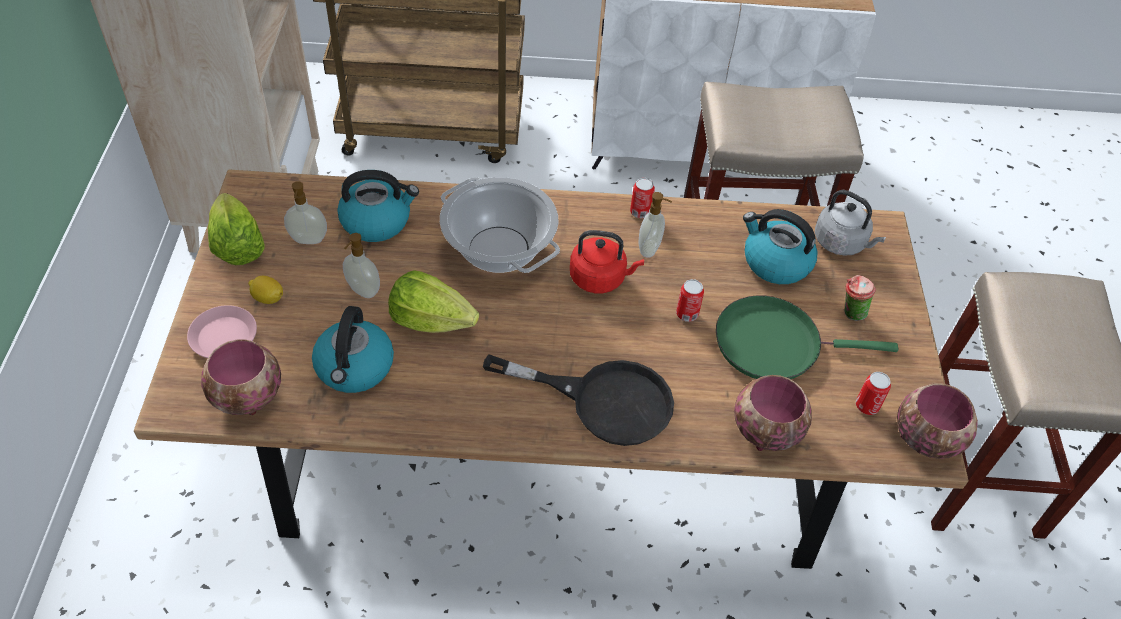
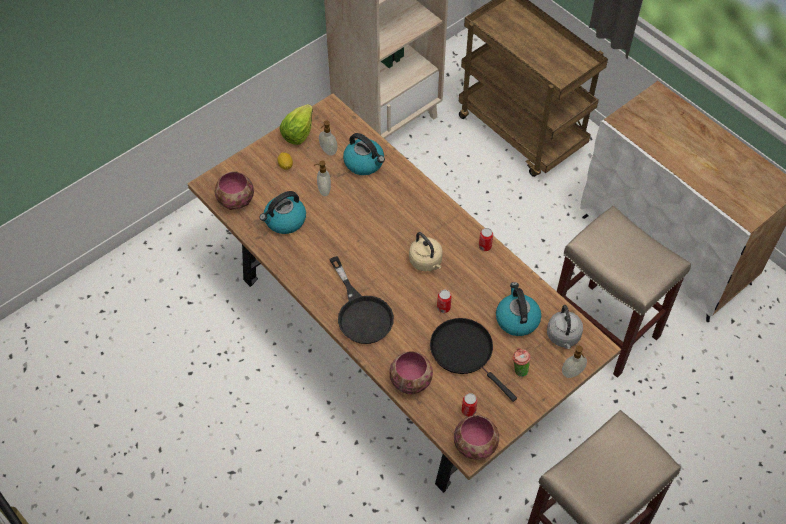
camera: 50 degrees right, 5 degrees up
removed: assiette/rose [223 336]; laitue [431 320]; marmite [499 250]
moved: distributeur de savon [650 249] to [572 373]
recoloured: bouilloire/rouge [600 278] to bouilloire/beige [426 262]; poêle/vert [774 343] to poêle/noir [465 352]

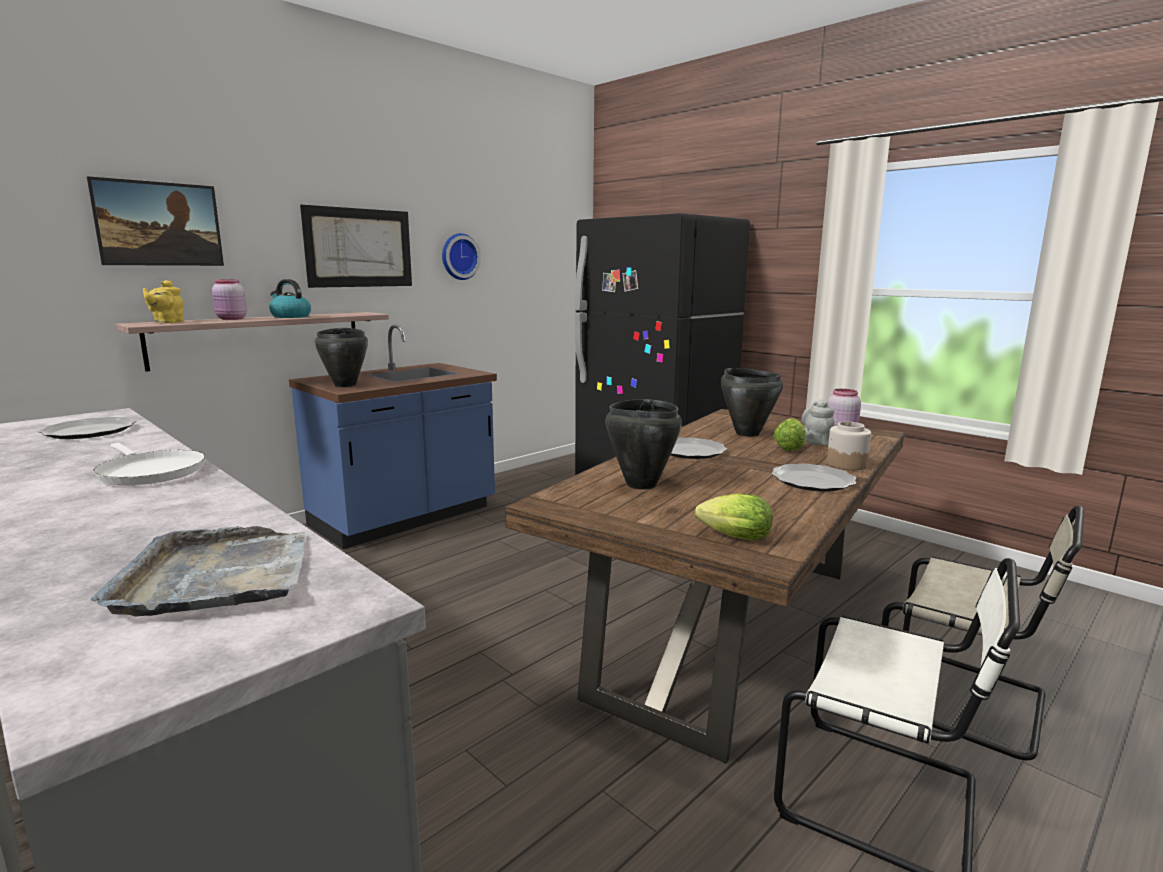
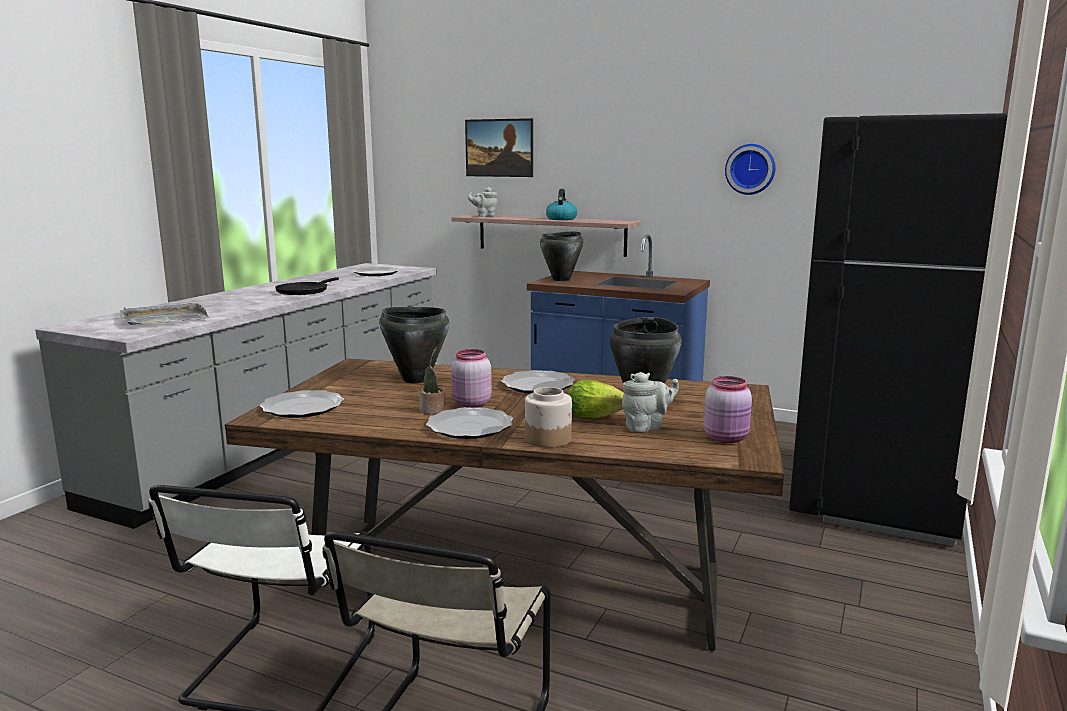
camera: 70 degrees right, 0 degrees up
removed: tableau [359 248]
added: plante en pot [432 411]
moved: bocal/rose [231 319] to [470 404]
replaced: laitue [731 537] to assiette [302 407]
recoloured: poêle/blanc [149 472] to poêle/noir [304 291]; théière/jaune [167 322] to théière/gris [484 216]

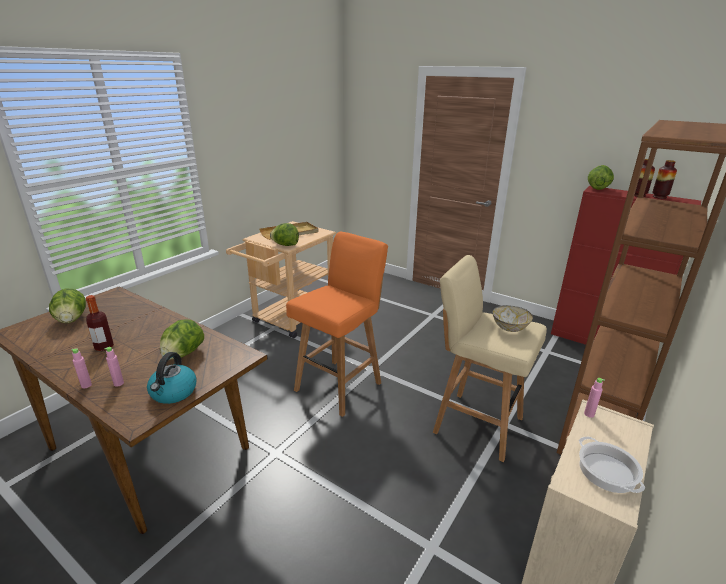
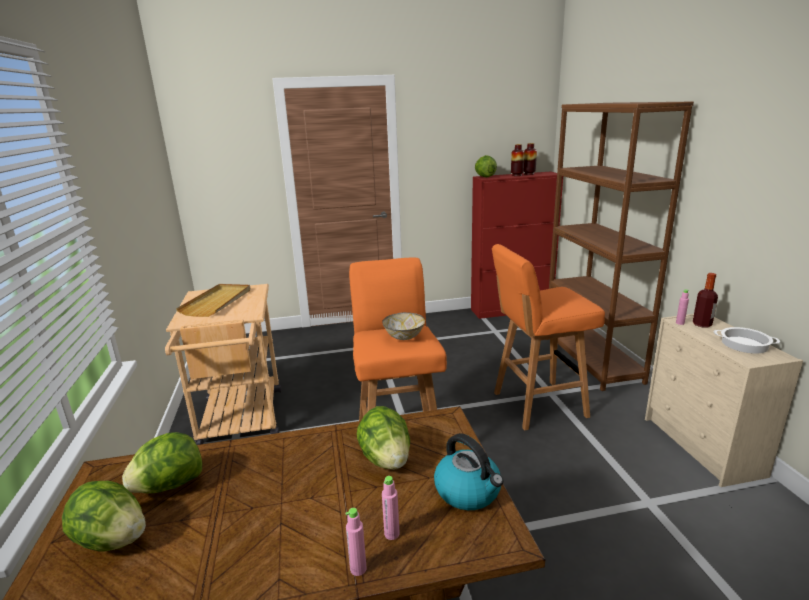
camera: 45 degrees left, 5 degrees down
moved: bouteille [104 347] to [702 324]; laitue [285 245] to [169 486]; bol [509 328] to [404 337]
recoloured: tabouret/beige [476 424] to tabouret/orange [537 405]

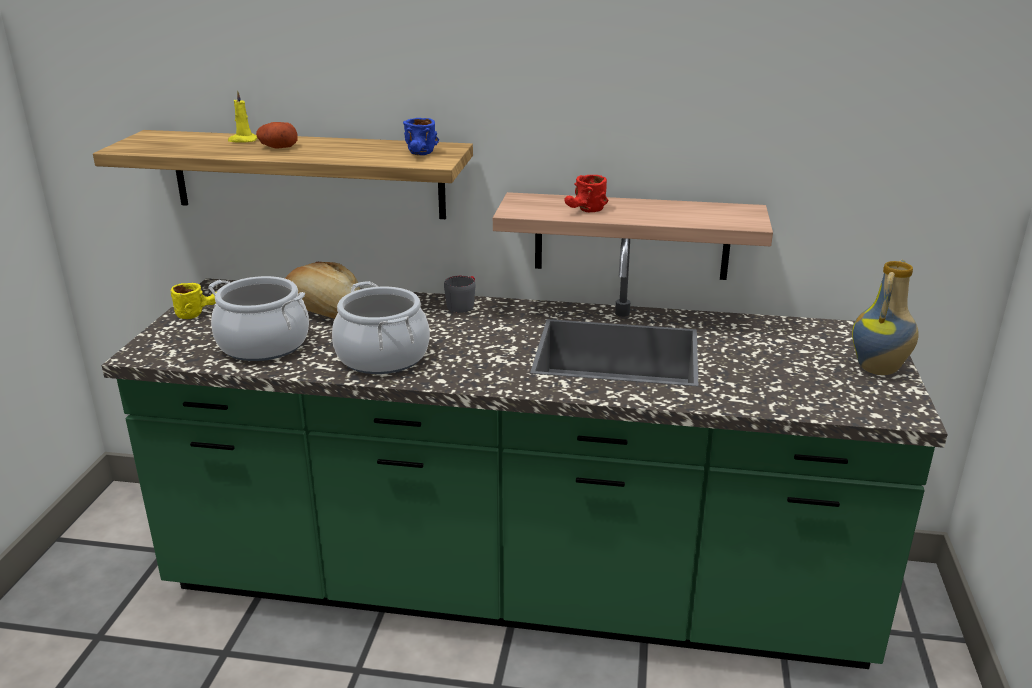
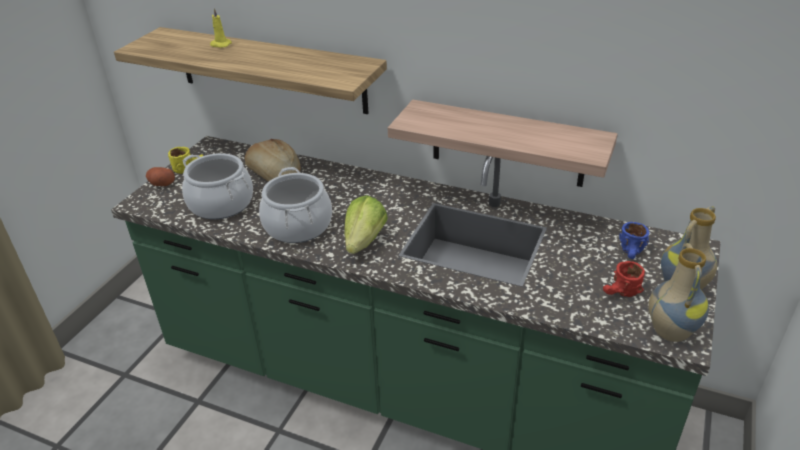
camera: 15 degrees right, 10 degrees up
removed: mug/gris [463 304]
added: laitue [364 241]; vase [668 332]
moved: pomme de terre [277 147] to [161 183]; mug/bleu [421 155] to [632 254]; mug/rouge [585 211] to [621 294]

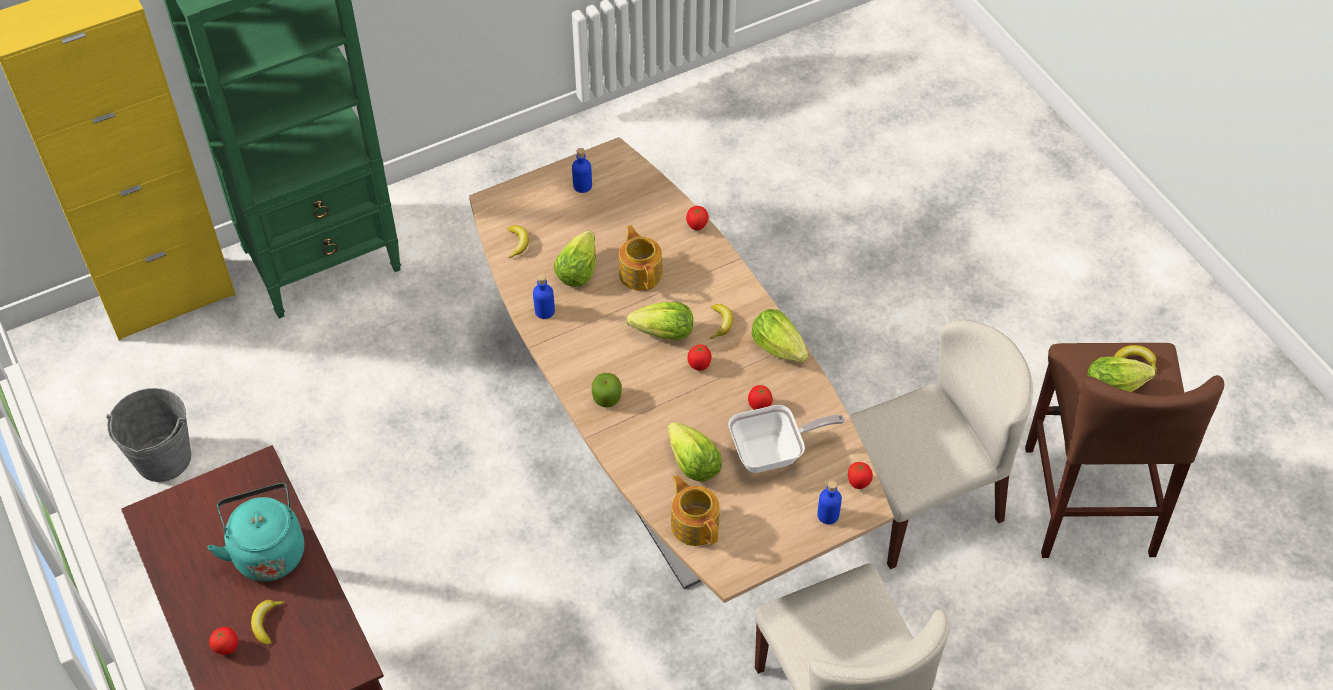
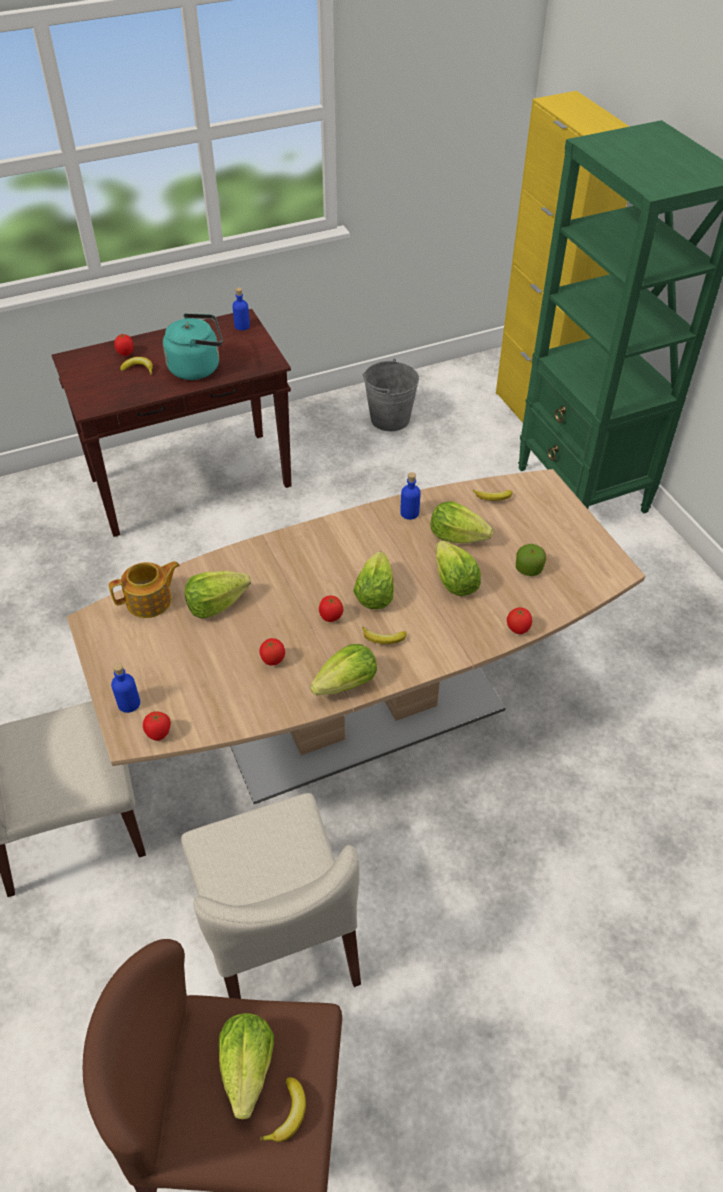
camera: 95 degrees right, 5 degrees down
removed: poêle [773 453]
moved: bouteille/bleu [582 186] to [242 326]; pomme [607 398] to [528 569]
replaced: théière [640 273] to laitue [454 581]

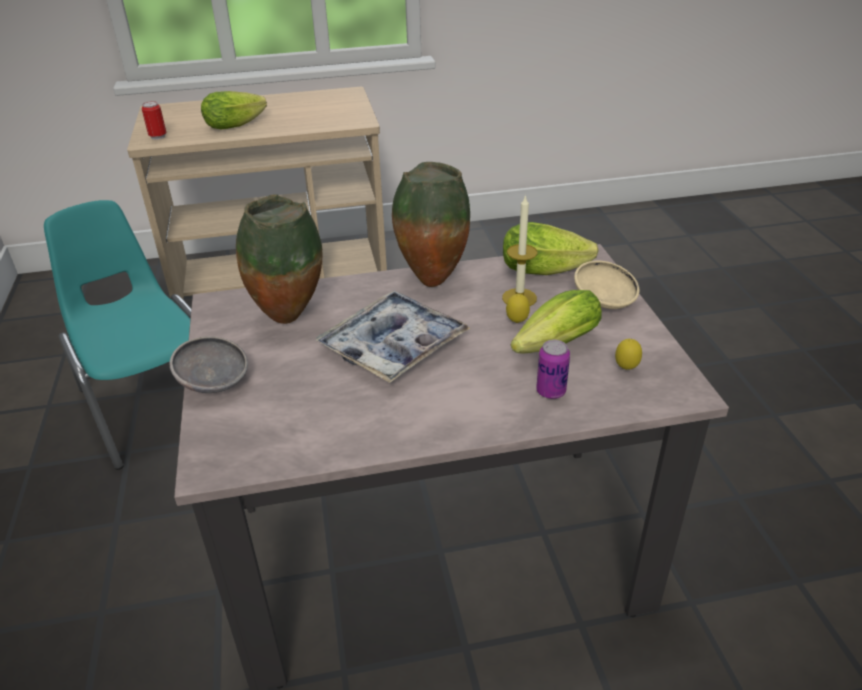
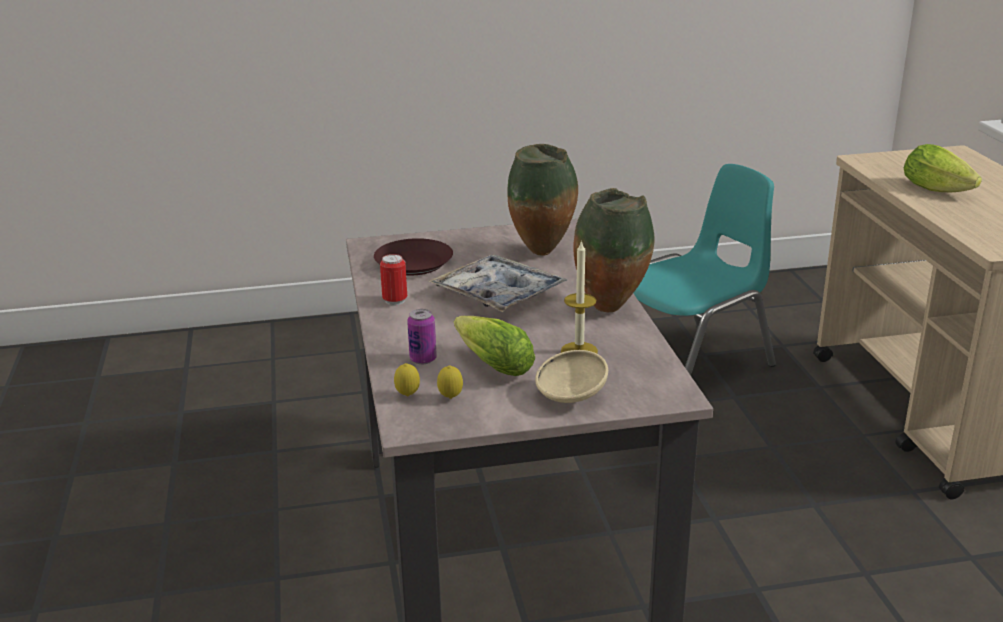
camera: 90 degrees right, 10 degrees down
removed: bol/gris [215 384]; laitue [548 269]
added: assiette/marron [413 264]
moved: boîte métallique [158 137] to [395 301]; citron [517 322] to [407 396]

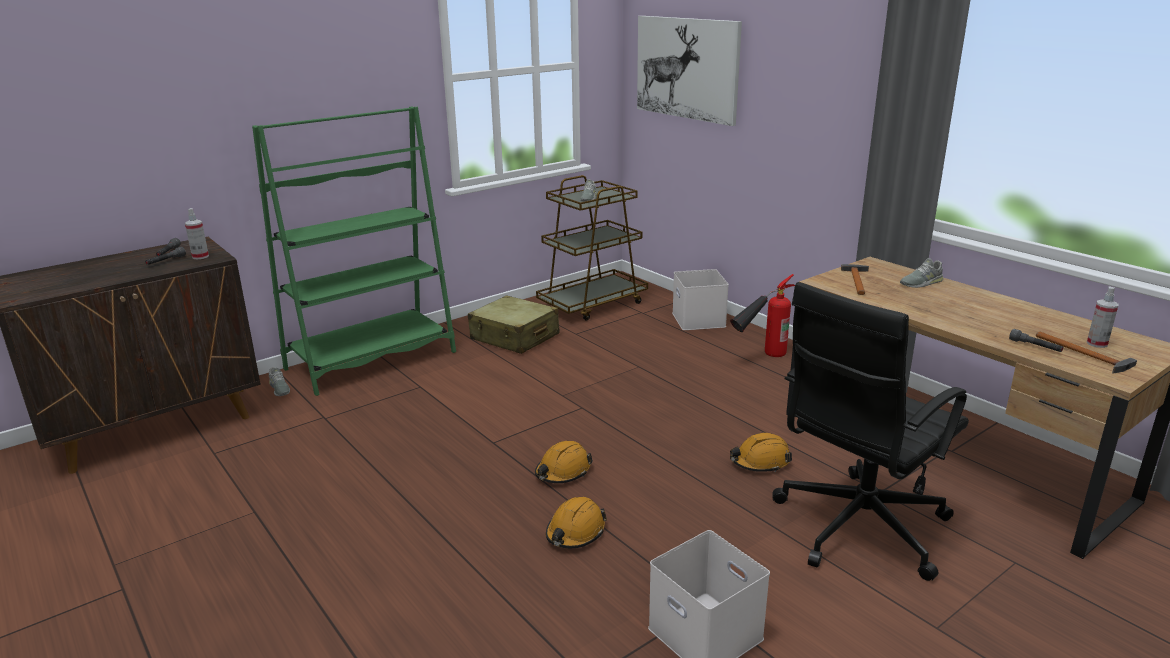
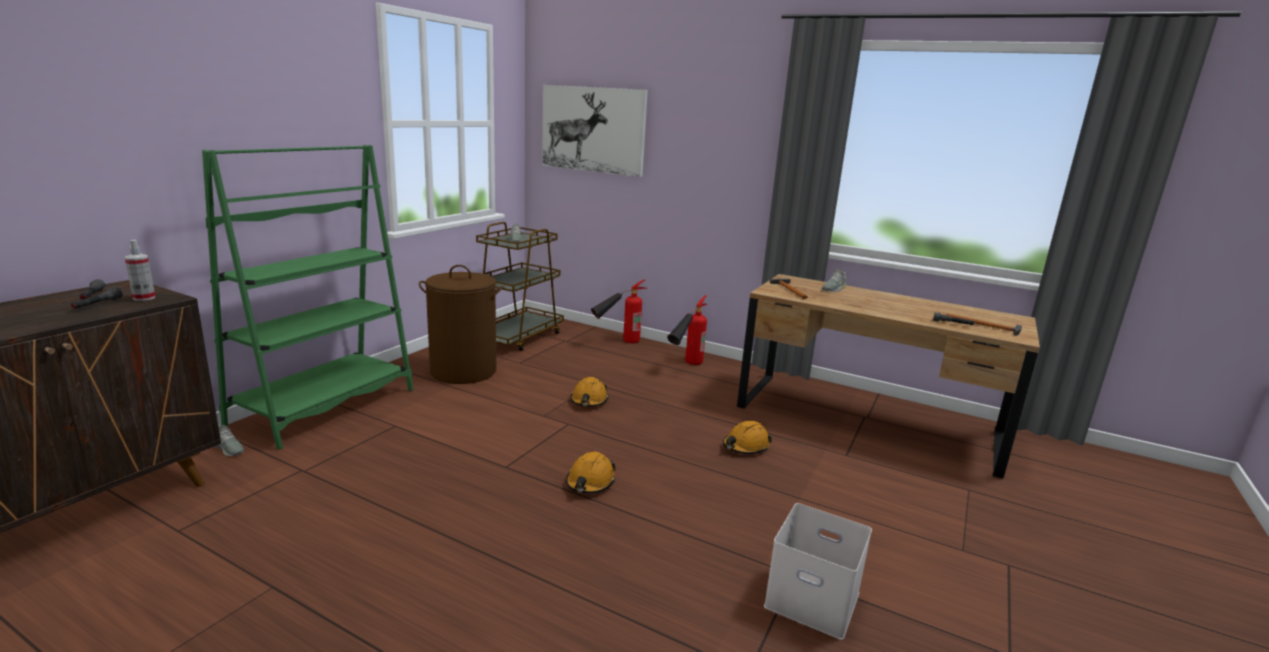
camera: 25 degrees left, 5 degrees down
removed: chaise de bureau/noir [857 528]; vaporisateur [1097 343]
moved: casque de chantier/orange [575 532] to [589 400]
replaced: valise/beige [514 337] to panier à linge/marron [464 371]; boîte de rangement/blanc [700 320] to extincteur [617 342]

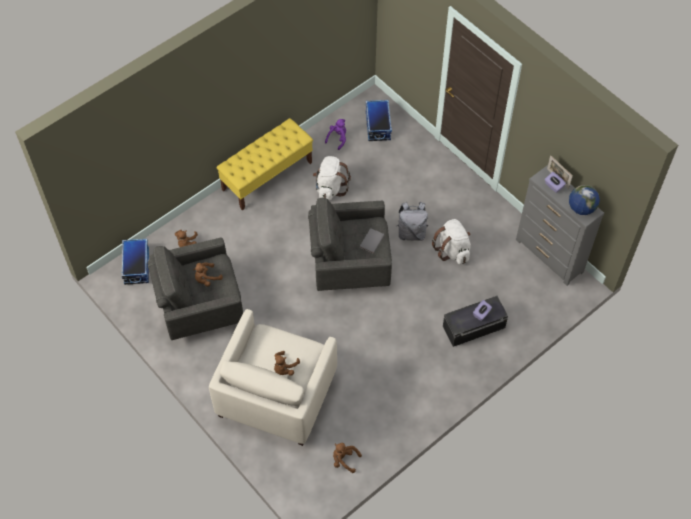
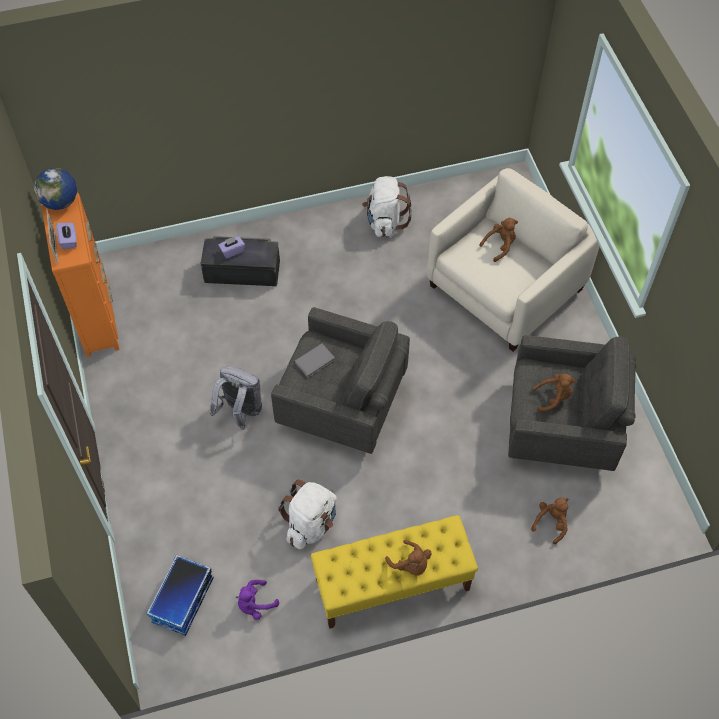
camera: 155 degrees left, 0 degrees up
removed: boîte de rangement [136 266]
moved: peluche/marron [344 460] to [410 564]; sac à dos/blanc [452 250] to [385 221]
recoloured: commode/gris [549 256] to commode/orange [96 313]

